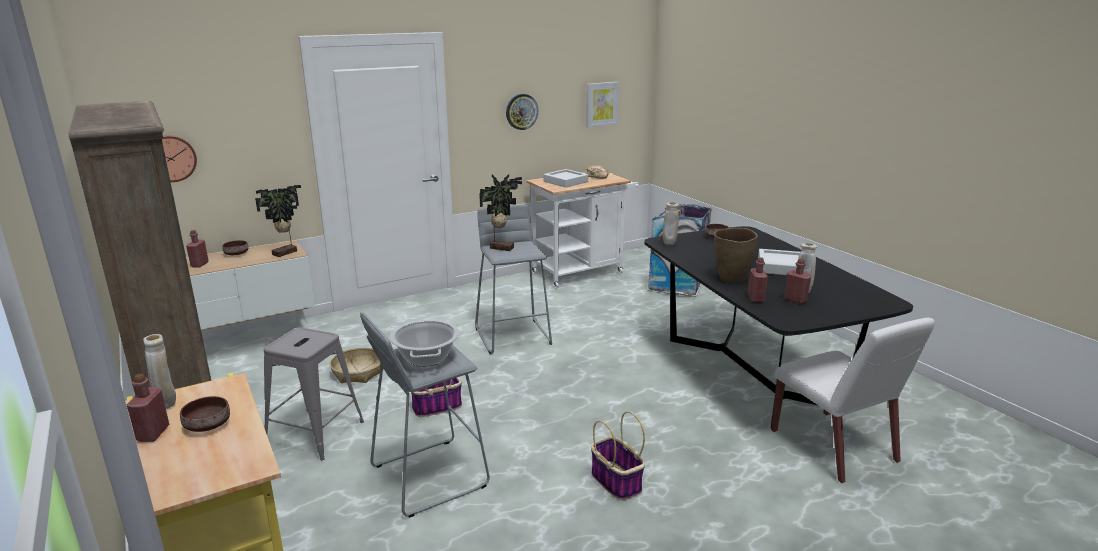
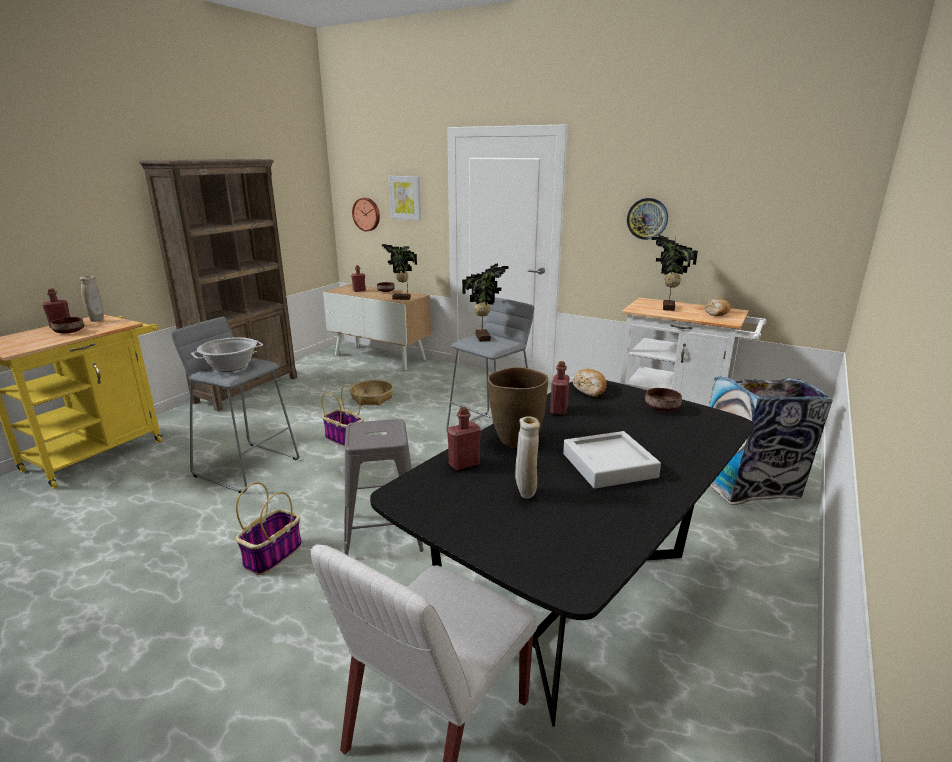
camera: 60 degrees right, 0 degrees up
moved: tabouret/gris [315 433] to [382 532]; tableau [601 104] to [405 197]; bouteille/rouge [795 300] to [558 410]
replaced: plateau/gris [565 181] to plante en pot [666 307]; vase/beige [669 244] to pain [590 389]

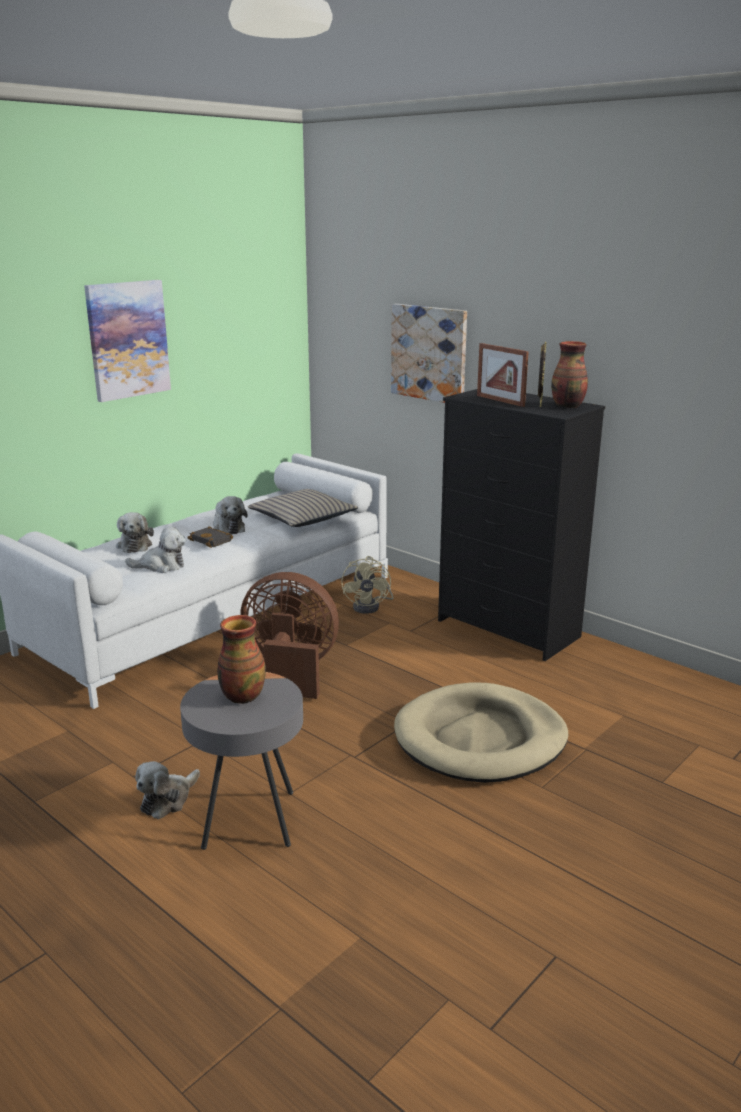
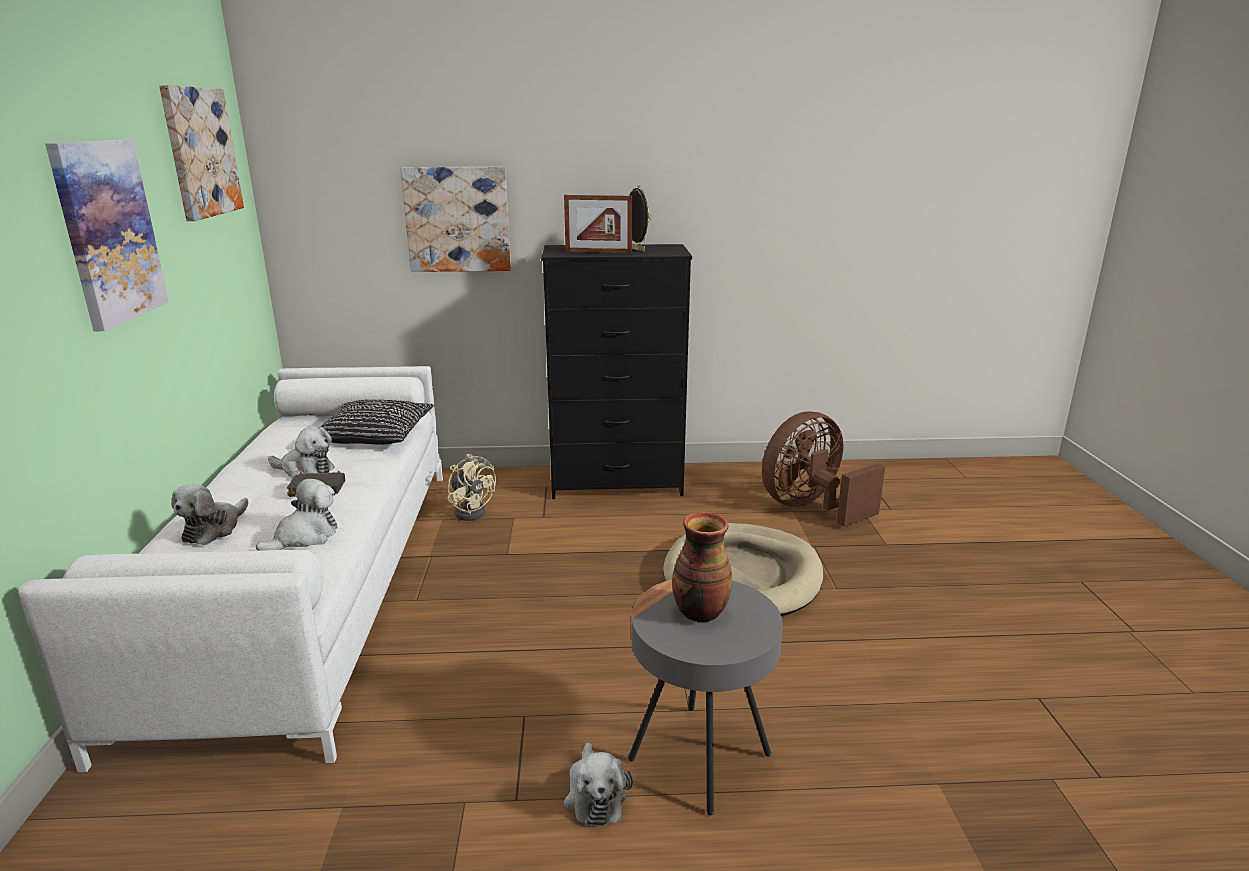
camera: 45 degrees left, 0 degrees up
removed: vase [568 406]
added: tableau [200 152]
moved: ventilateur/marron [290 671] to [811 507]
recoloured: coussin/beige [302 518] to coussin/noir [373 435]
turned: peluche [135 545] = [213 529] 75 degrees clockwise

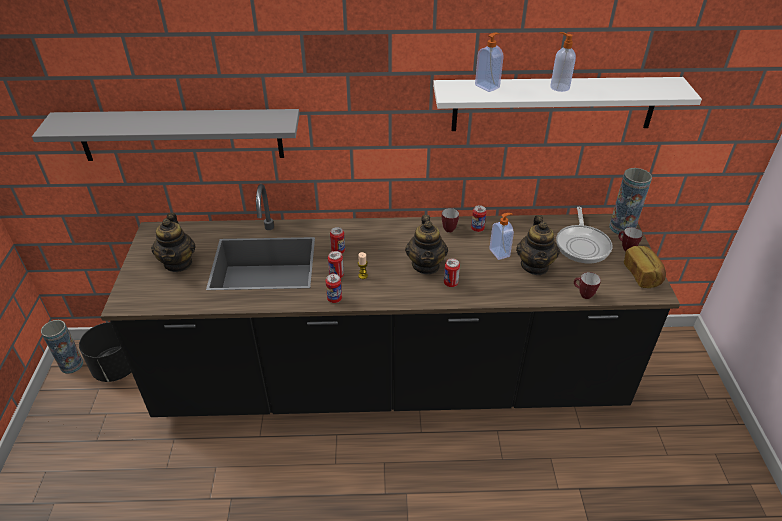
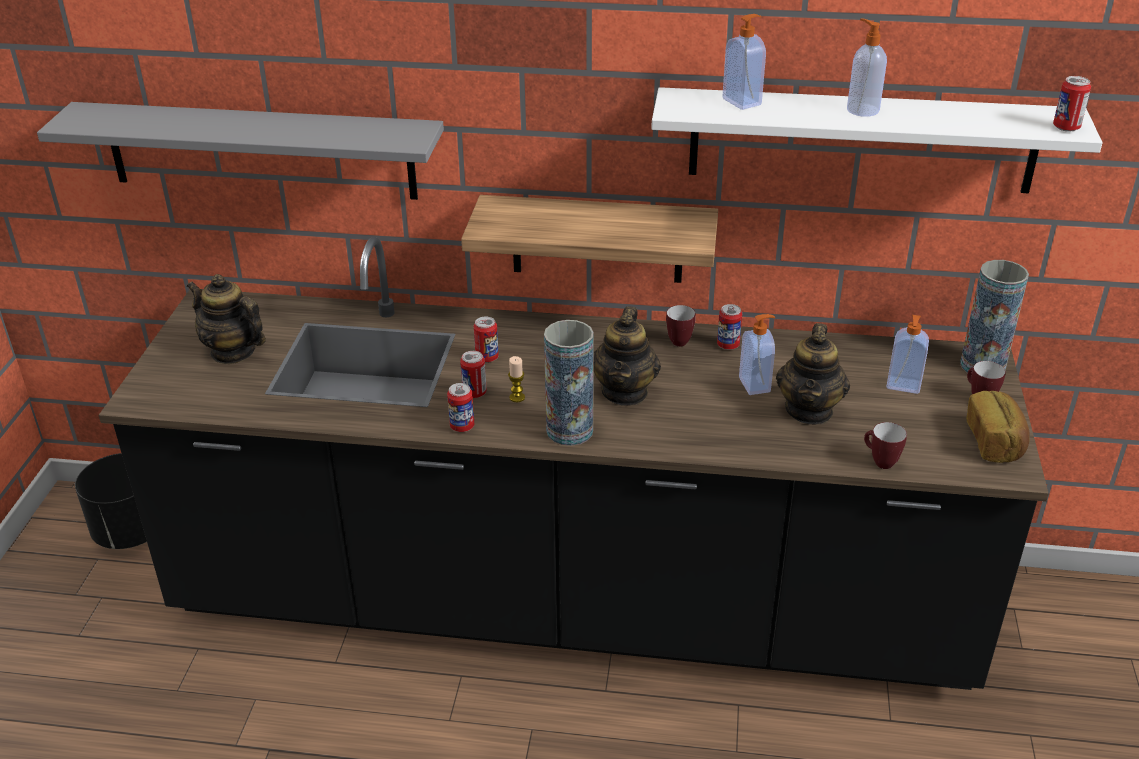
camera: 10 degrees right, 5 degrees down
added: étagère [597 239]
moved: vase [72 365] to [569 430]; boîte métallique [450 283] to [1066 127]
replaced: poêle [582 245] to distributeur de savon [903 386]
turned: théière [178 263] = [233 352] 120 degrees clockwise

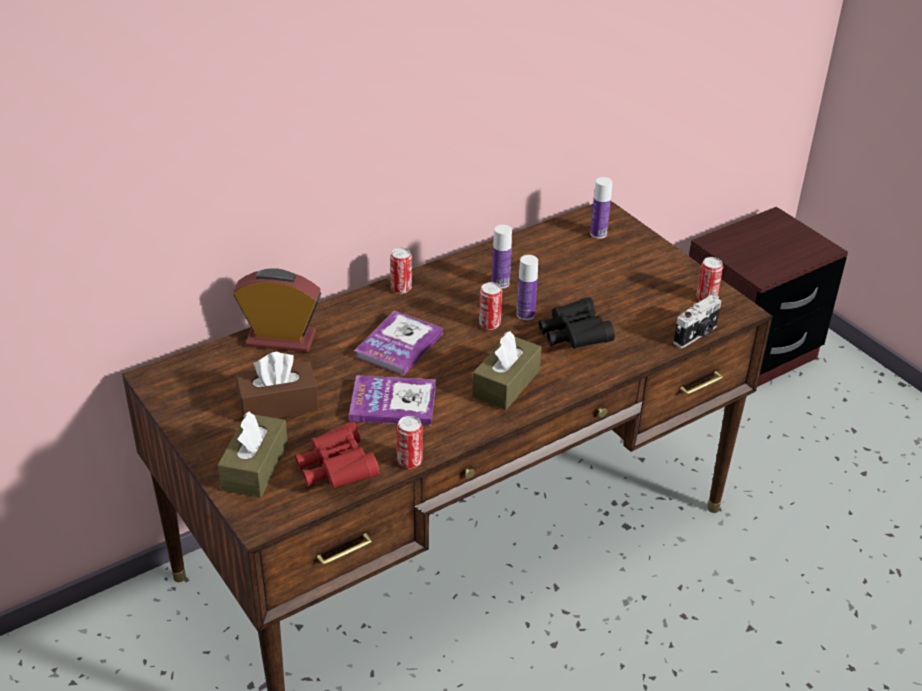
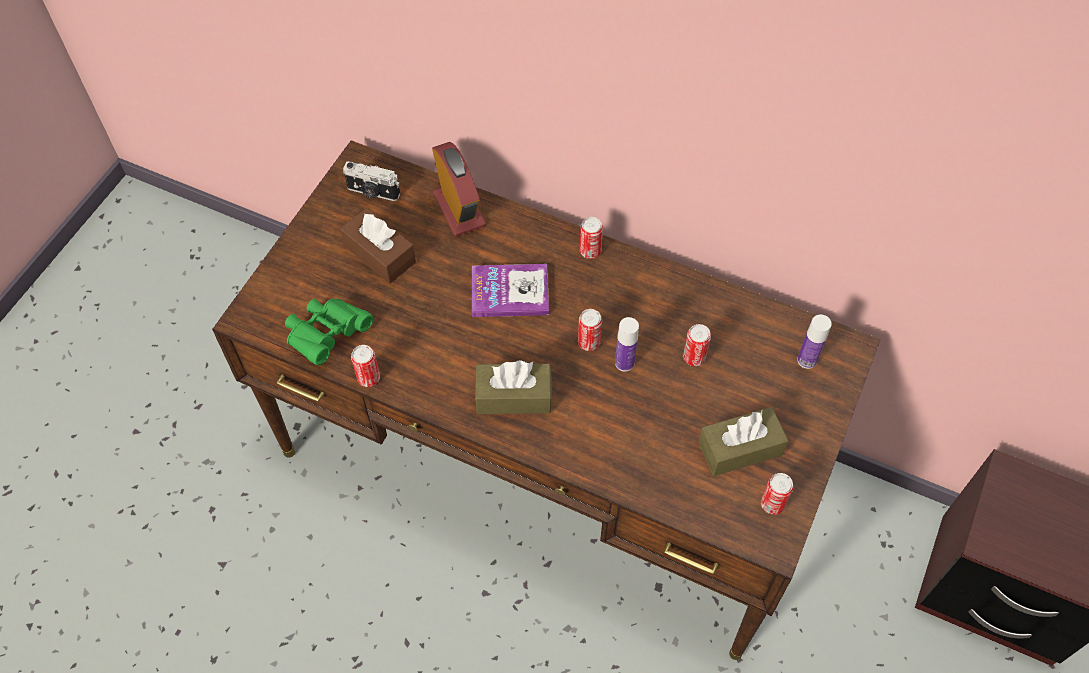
camera: 60 degrees right, 20 degrees up
removed: livre [393 403]; bouteille [500 283]; jumelles/noir [573 337]
added: boîte métallique [694 357]
moved: boîte à mouchoirs/marron [255 467] to [740 448]; appareil photo [696 335] to [373 192]
recoloured: jumelles/rouge [336 471] to jumelles/vert [327 335]

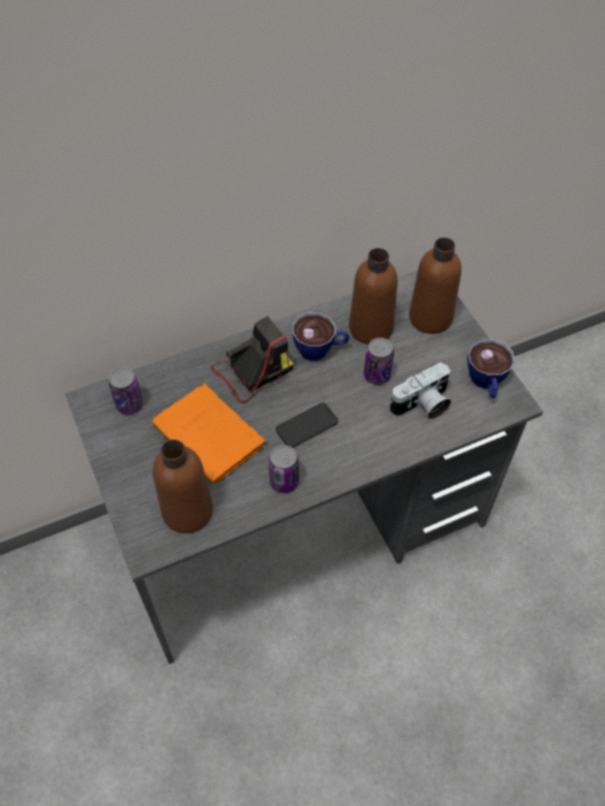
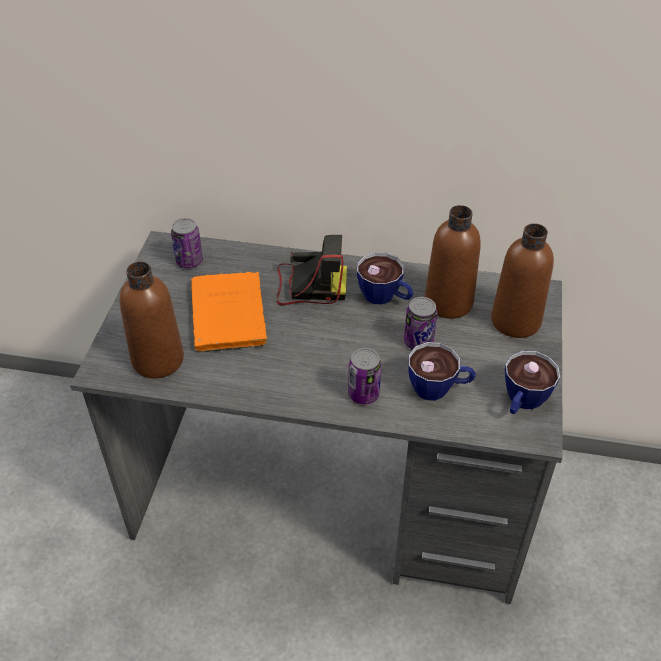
camera: 35 degrees right, 10 degrees down
removed: téléphone [307 426]
moved: boîte métallique [284 481] to [363 394]
replaced: appareil photo [422 406] to tasse [439 388]

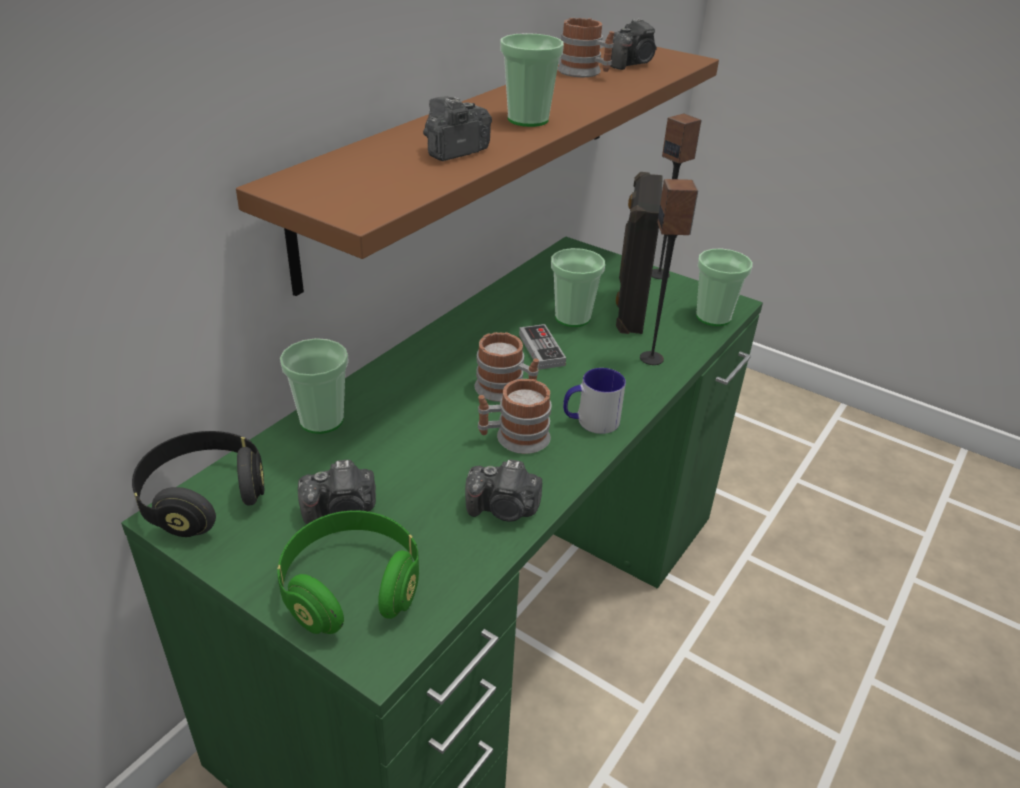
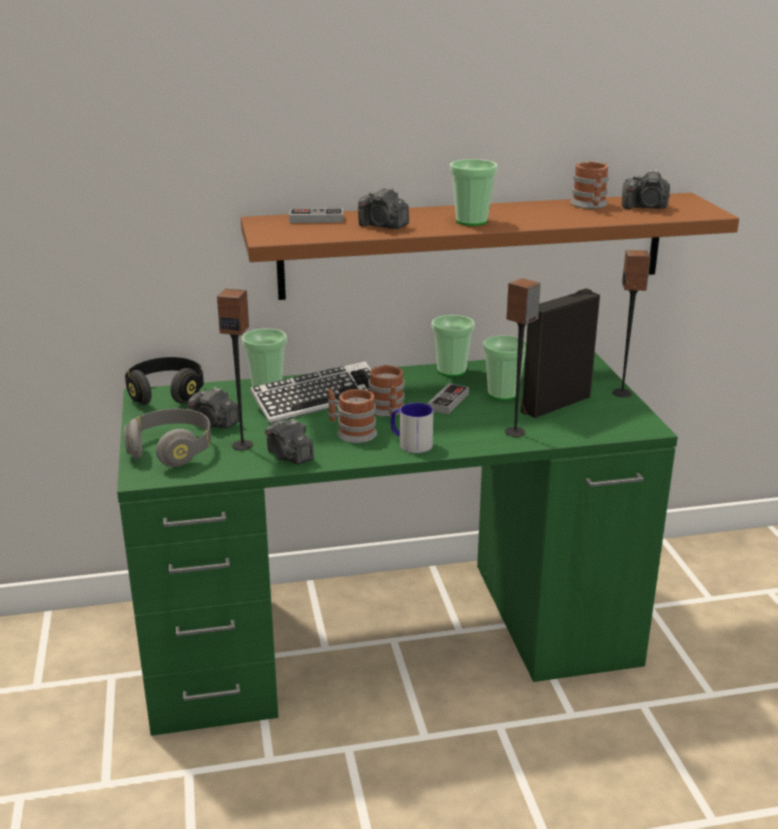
camera: 45 degrees right, 10 degrees down
added: enceinte [242 445]; clavier [318 400]; manette [316 219]
moved: tasse [713 317] to [451 370]
recoloured: casque audio/vert [351 588] to casque audio/gris [171 451]
turned: appareil photo [454 152] = [383 226] 150 degrees counterclockwise

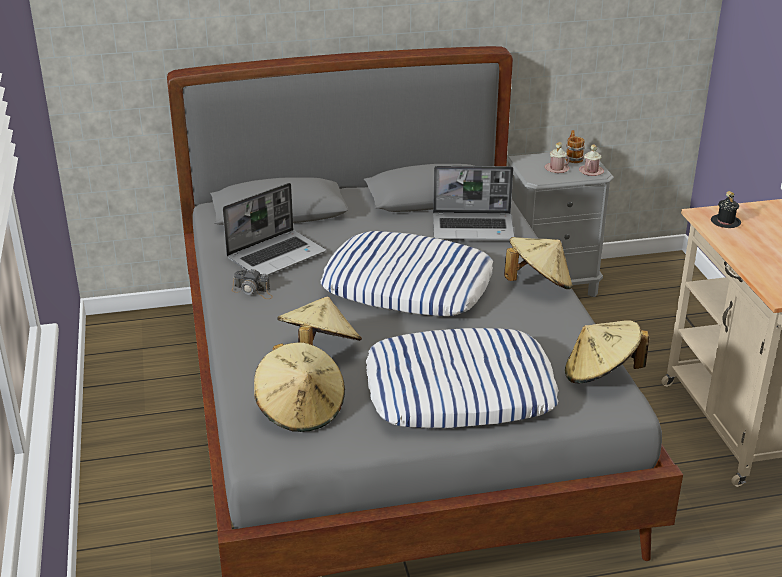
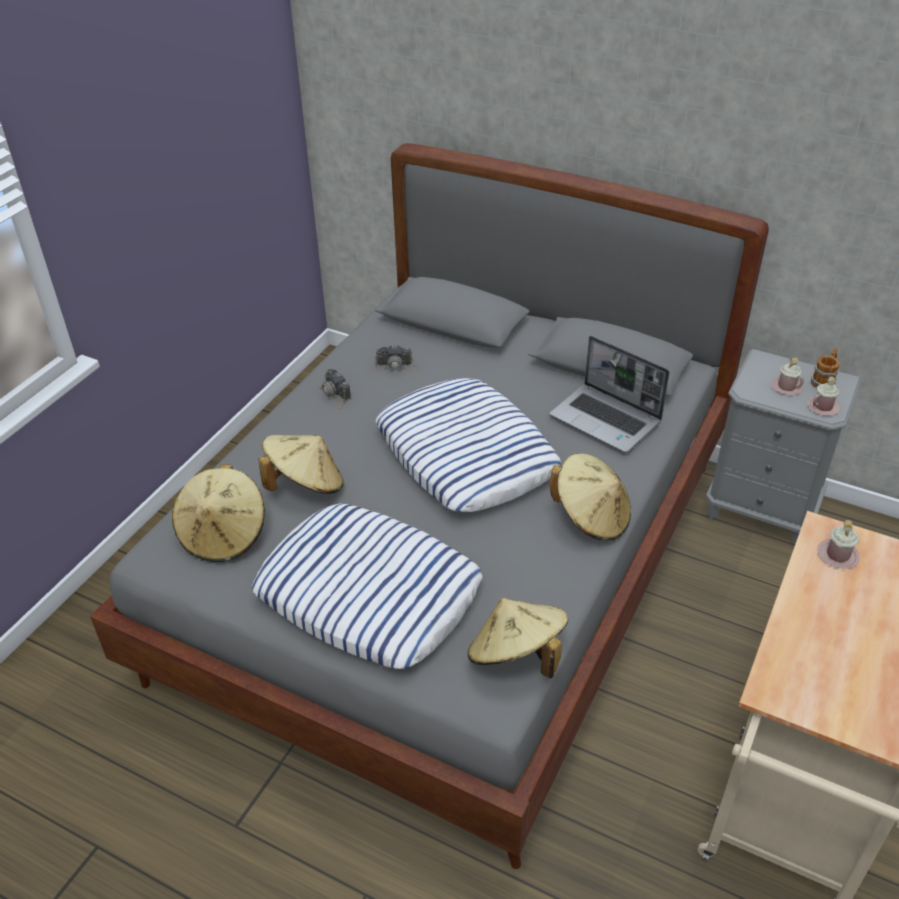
camera: 40 degrees right, 10 degrees up
replaced: ordinateur portable [277 255] to appareil photo [397 366]
recoloured: mug/noir [725 222] to mug/rose [837 555]

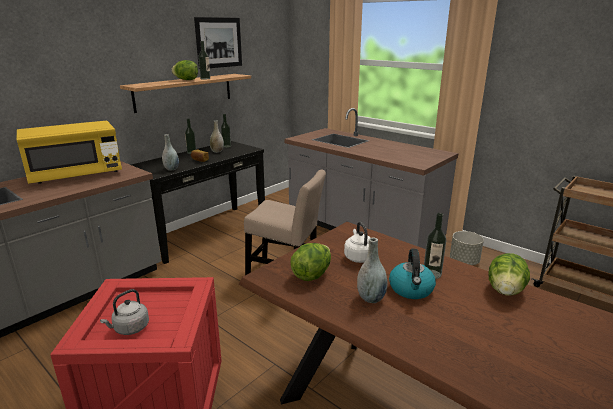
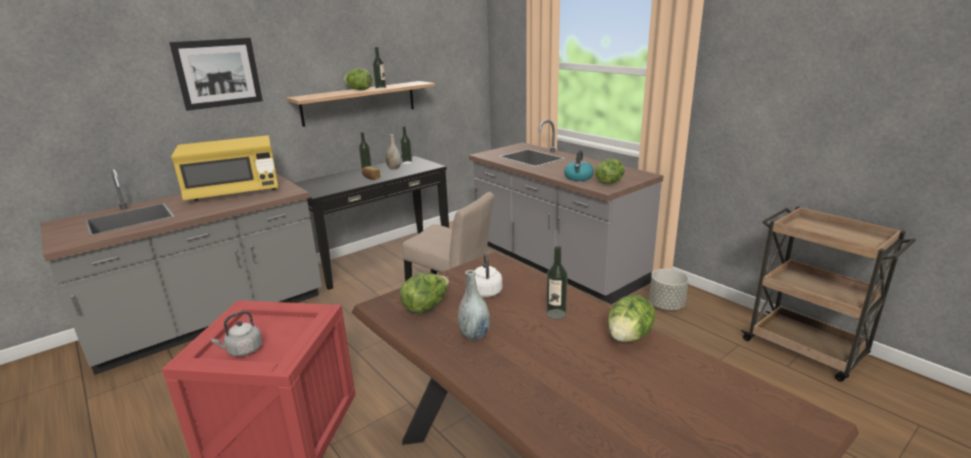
camera: 10 degrees right, 0 degrees up
removed: vase/gris [171 169]
added: laitue [609 183]
moved: tableau [219 42] to [218 73]; bouilloire [411 289] to [578 177]

